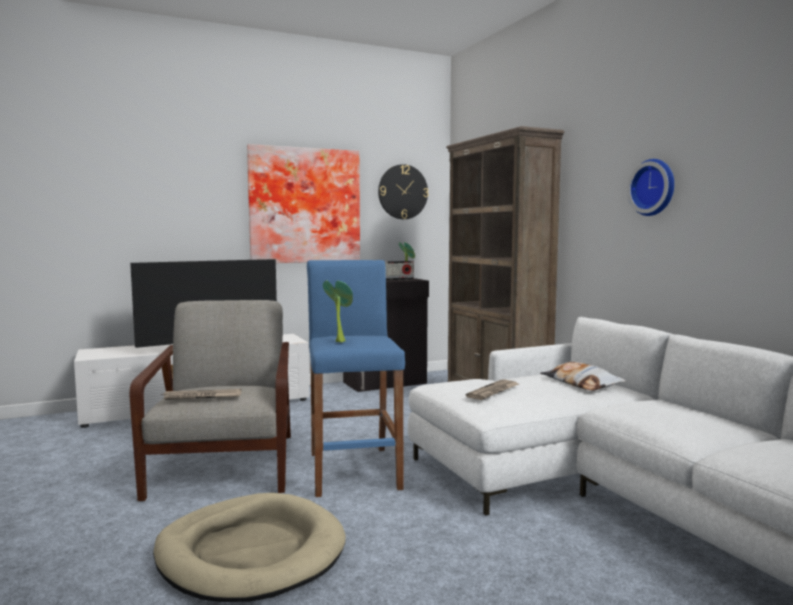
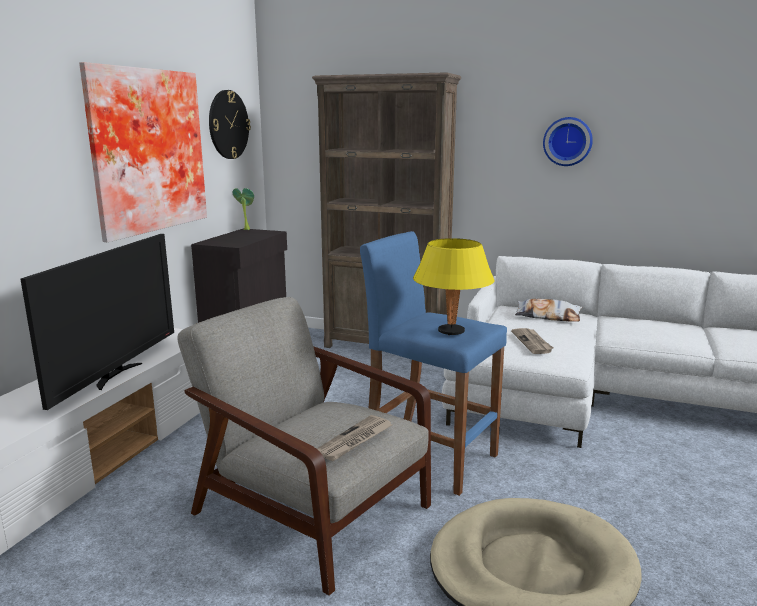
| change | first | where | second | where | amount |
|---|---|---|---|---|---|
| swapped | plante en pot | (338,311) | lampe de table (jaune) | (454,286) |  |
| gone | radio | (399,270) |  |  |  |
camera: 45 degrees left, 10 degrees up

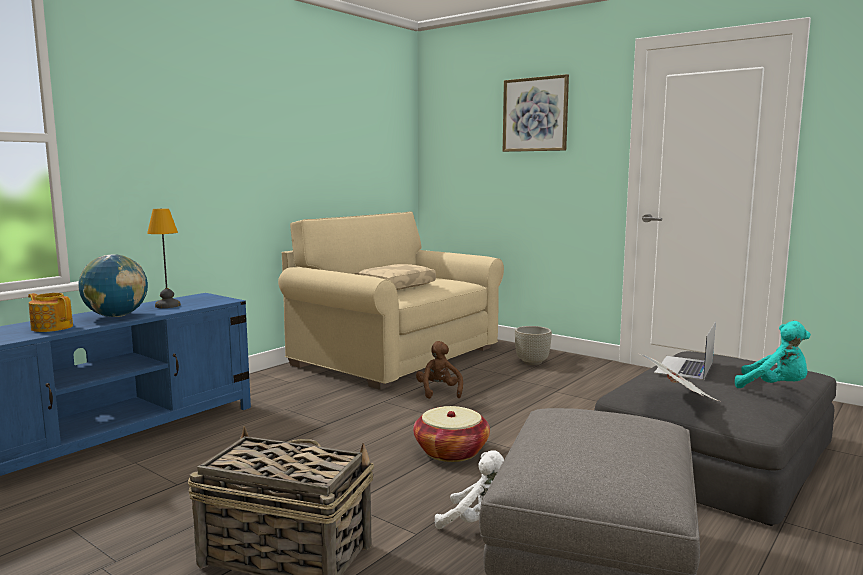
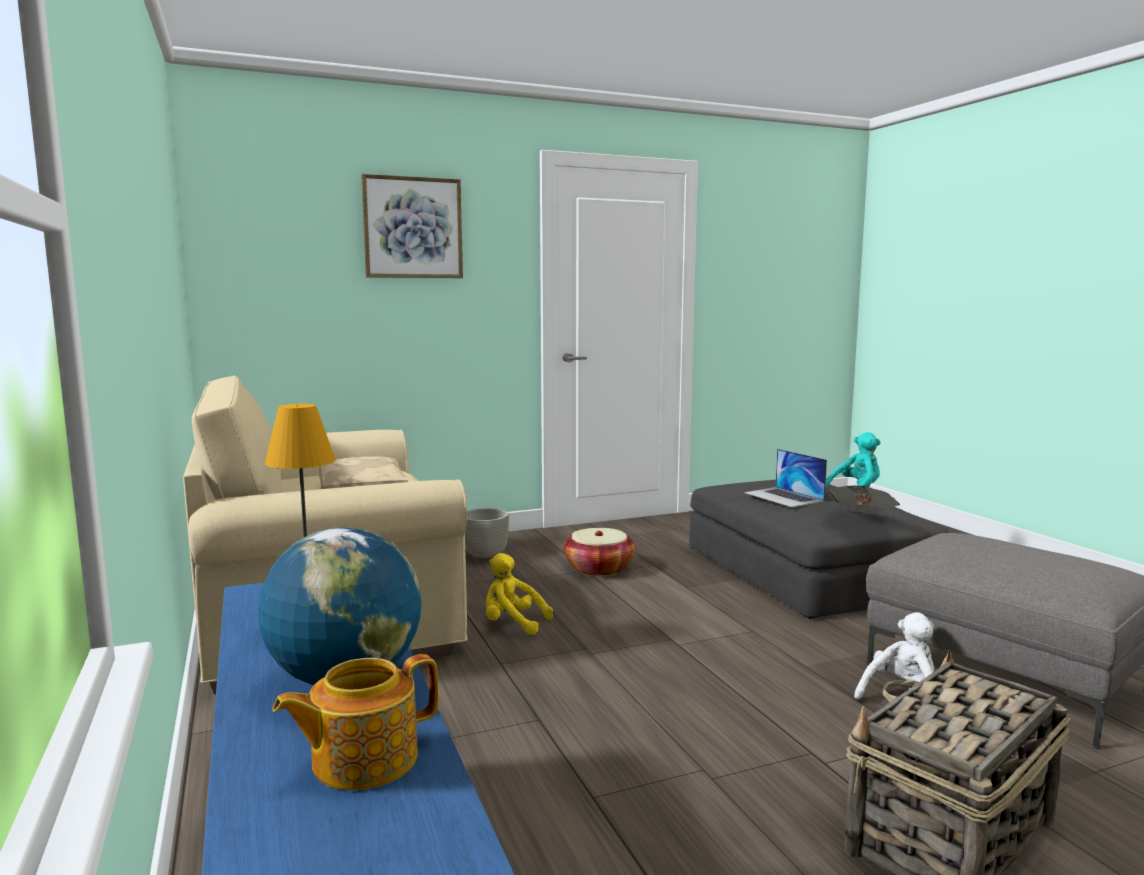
| change | first | where | second | where | amount |
|---|---|---|---|---|---|
| repainted | peluche (marron) | (439,370) | peluche (jaune) | (519,594) |  |
| shifted | panier | (451,434) |  | (599,552) |  |
camera: 60 degrees left, 0 degrees up

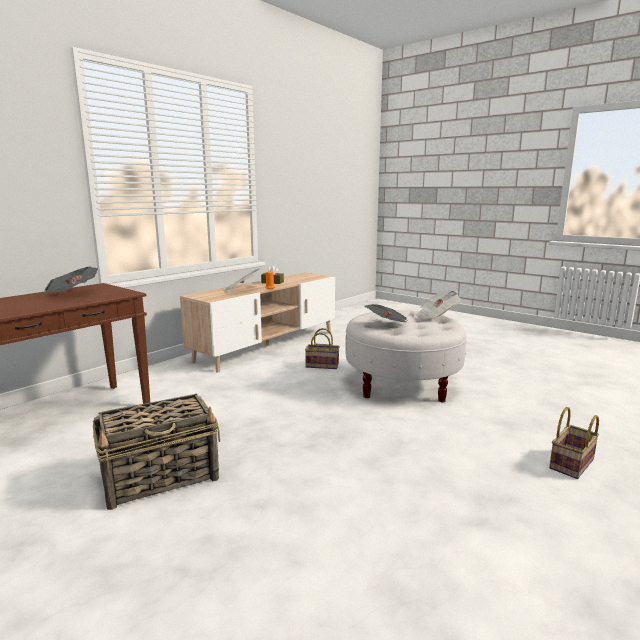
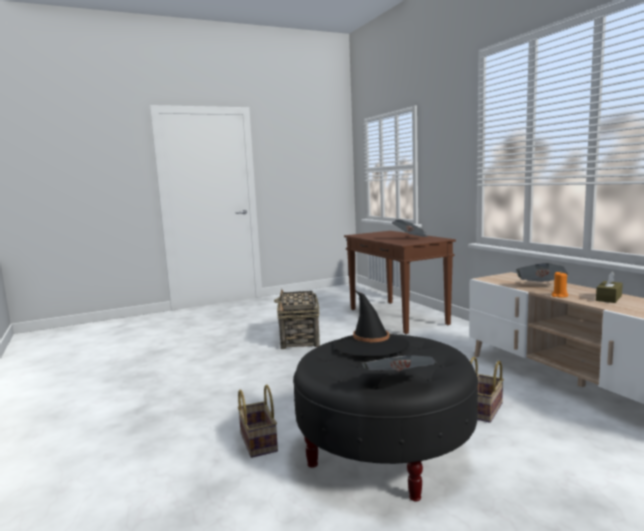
| change | first | where | second | where | amount |
|---|---|---|---|---|---|
| shifted | panier | (574,443) |  | (258,421) |  |
| repainted | pouf (blanc) | (406,356) | pouf (noir) | (385,417) |  |
| swapped | journal | (385,313) | chapeau (noir) | (371,323) |  |
camera: 115 degrees right, 5 degrees down

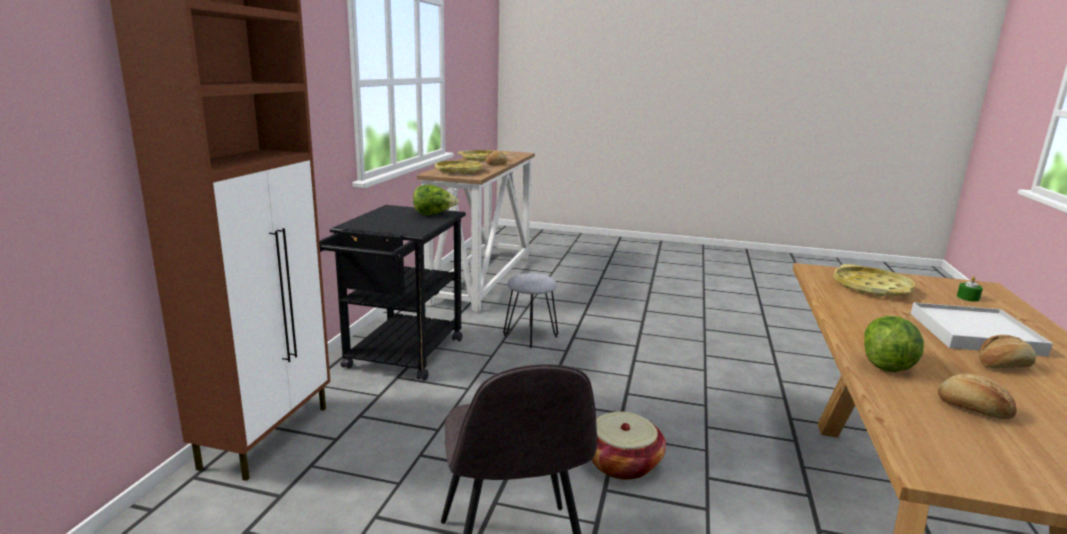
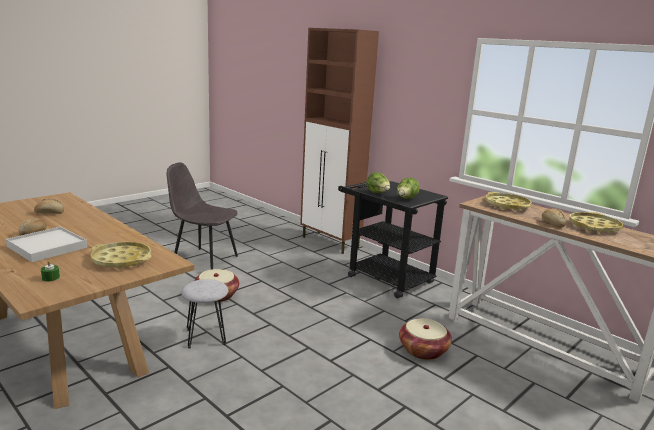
| change | first | where | second | where | amount |
|---|---|---|---|---|---|
| shifted | tabouret (gris) | (530,310) |  | (205,314) |  |
| shifted | laitue | (894,344) |  | (378,182) |  |
| new |  |  | panier | (425,339) |  |
camera: 120 degrees right, 0 degrees up

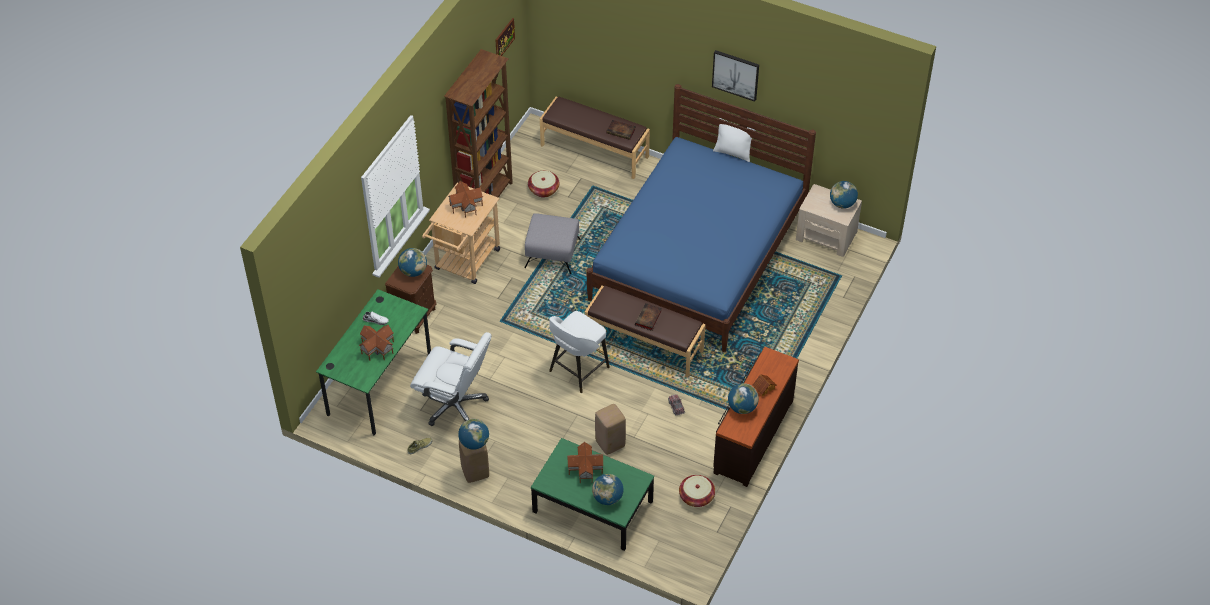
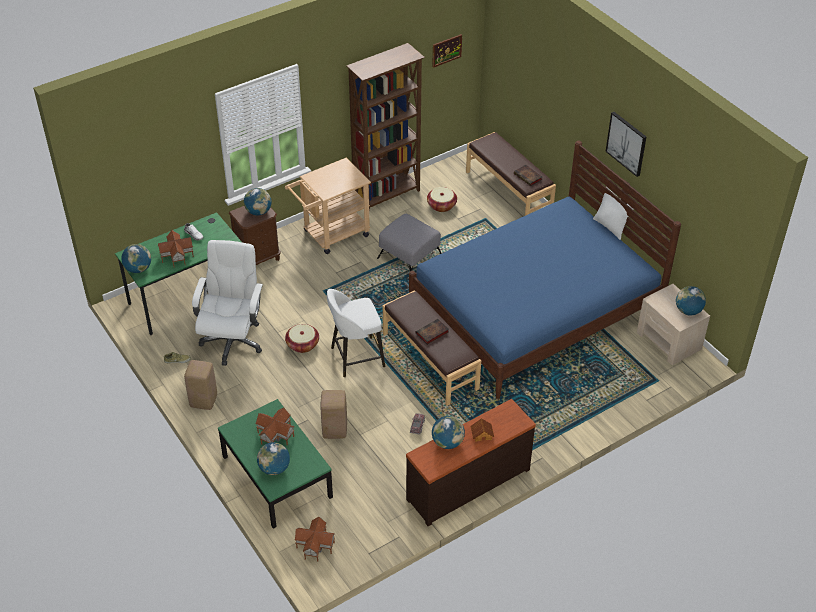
| change | first | where | second | where | amount |
|---|---|---|---|---|---|
| shifted | globe | (473,434) |  | (136,258) |  |
| rotated | chaise de bureau (blanc) | (451,379) |  | (227,303) | 135 degrees counterclockwise |
| shifted | panier | (697,491) |  | (302,338) |  |
| shifted | maison miniature | (465,199) |  | (314,539) |  |
camera: 30 degrees right, 5 degrees down

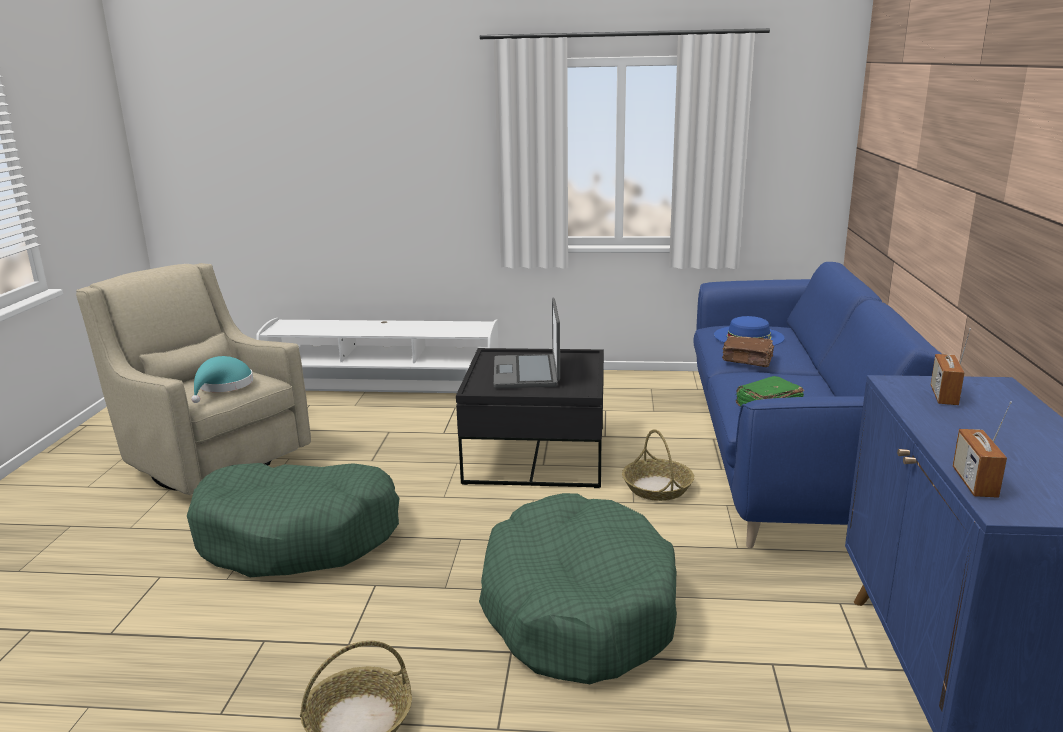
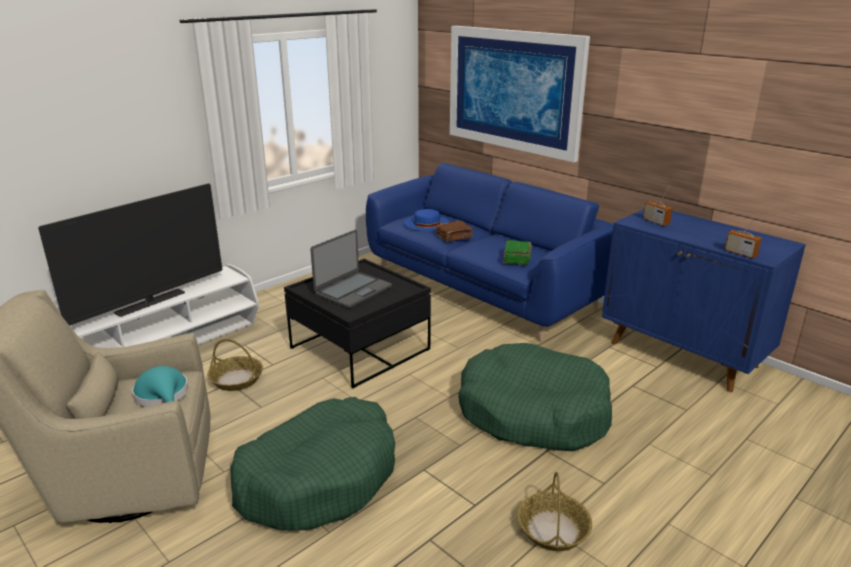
| change | first | where | second | where | amount |
|---|---|---|---|---|---|
| new |  |  | téléviseur | (130,254) |  |
| shifted | panier | (658,465) |  | (235,365) |  |
| rotated | ordinateur portable | (527,343) |  | (351,269) | 90 degrees counterclockwise |
| new |  |  | tableau | (520,94) |  |
camera: 50 degrees left, 5 degrees up

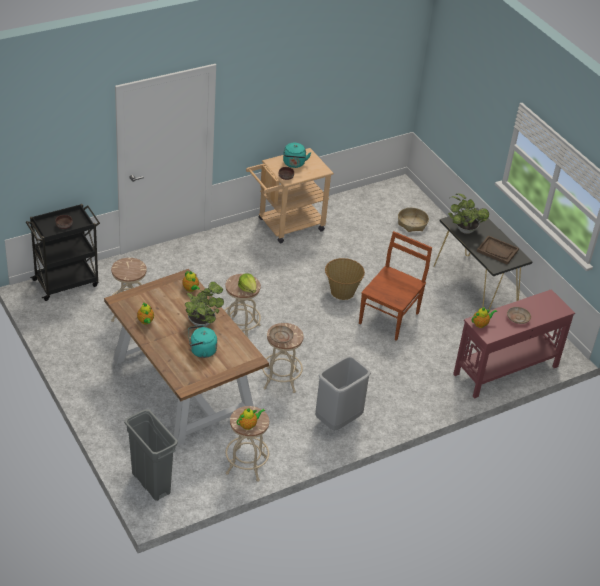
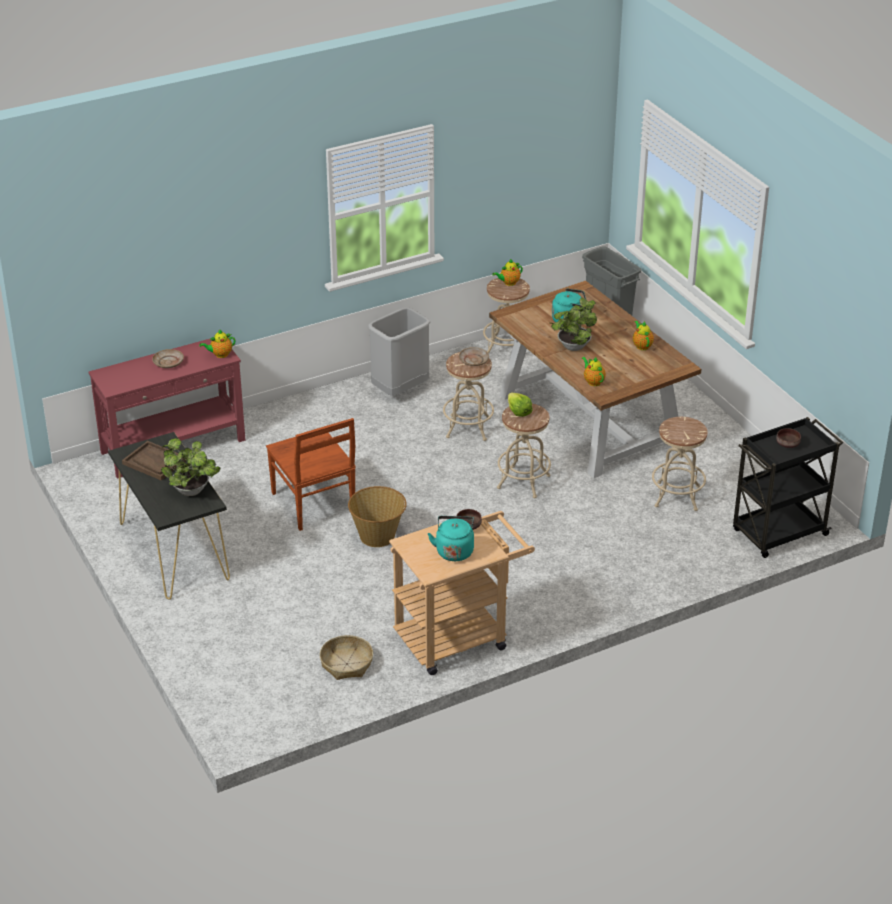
| change | first | where | second | where | amount |
|---|---|---|---|---|---|
| rotated | chaise (marron) | (395,286) |  | (311,474) | 60 degrees counterclockwise |
| shifted | panier | (413,220) |  | (346,657) |  |
camera: 175 degrees left, 5 degrees down

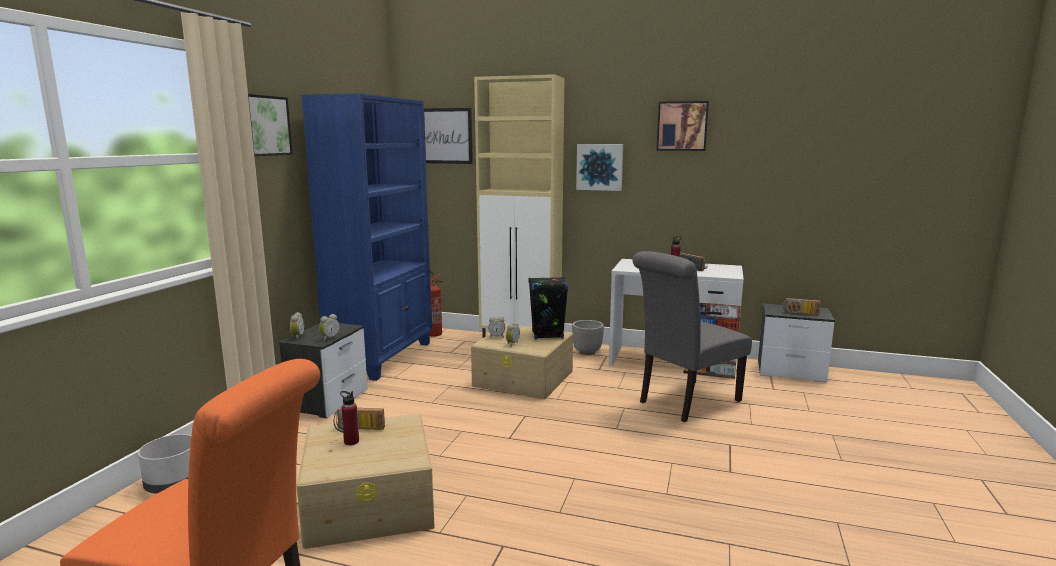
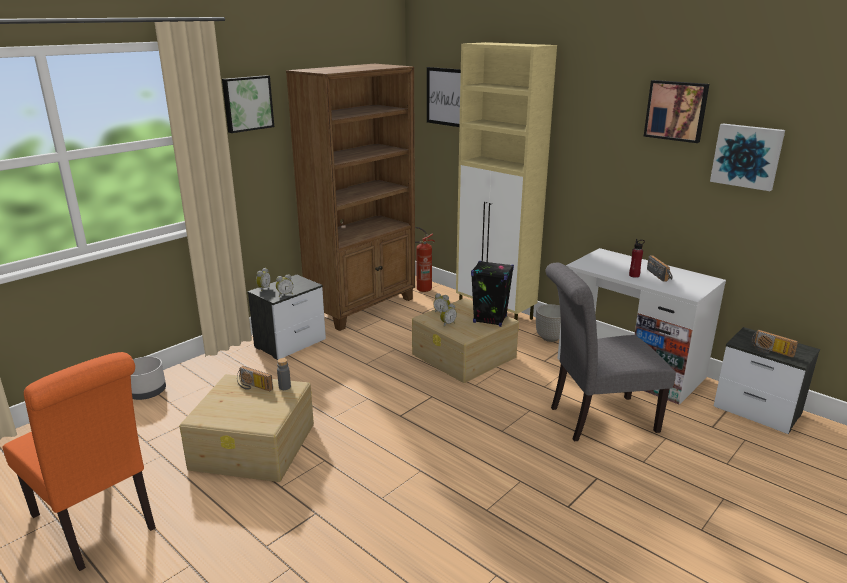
| change | first | where | second | where | amount |
|---|---|---|---|---|---|
| new |  |  | bouteille (gris) | (284,374) |  |
| repainted | bibliothèque (bleu) | (366,237) | bibliothèque (marron) | (350,197) |  |
| shifted | tableau | (599,167) |  | (747,157) |  |
| gone | bouteille (rouge) | (349,418) |  |  |  |
camera: 25 degrees right, 10 degrees up

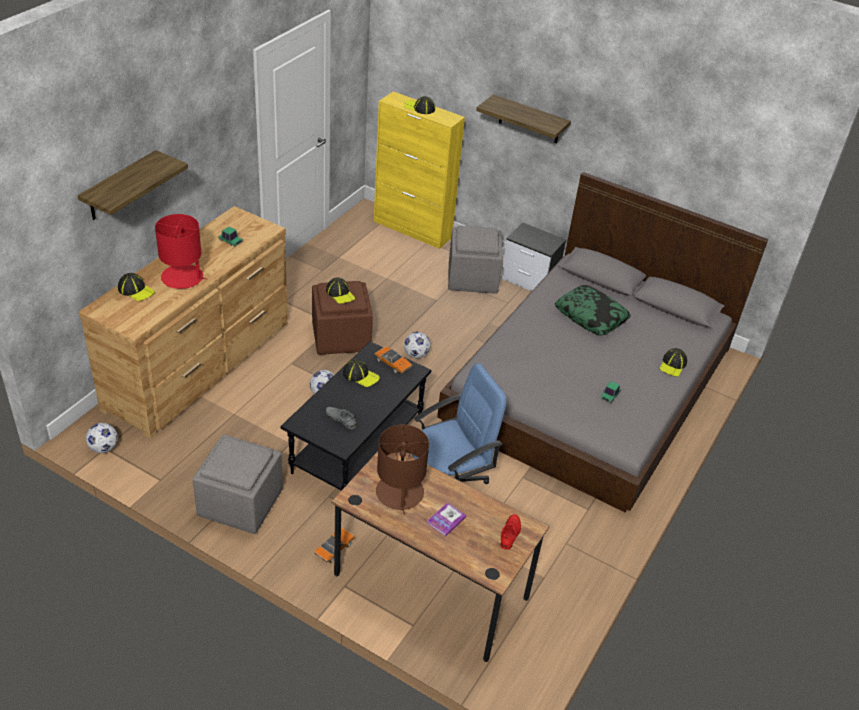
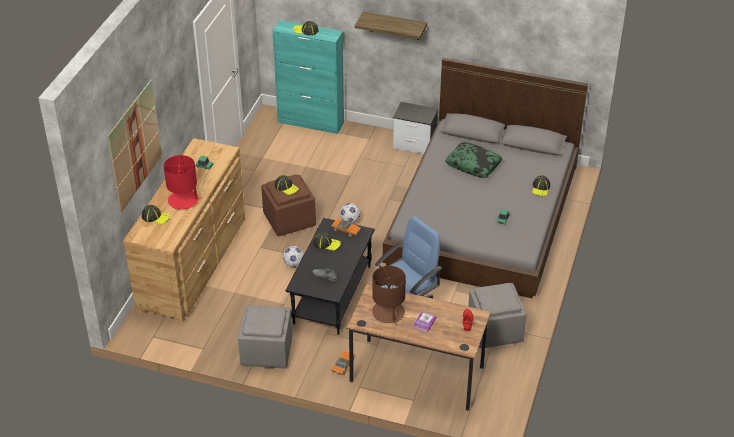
| change | first | where | second | where | amount |
|---|---|---|---|---|---|
| swapped | étagère | (132,185) | tableau | (135,146) |  |
| repainted | meuble de rangement (jaune) | (419,170) | meuble de rangement (turquoise) | (308,77) |  |
| shifted | pouf (gris) | (475,260) |  | (497,316) |  |
| gone | ballon de foot | (102,438) |  |  |  |
camera: 10 degrees left, 0 degrees up

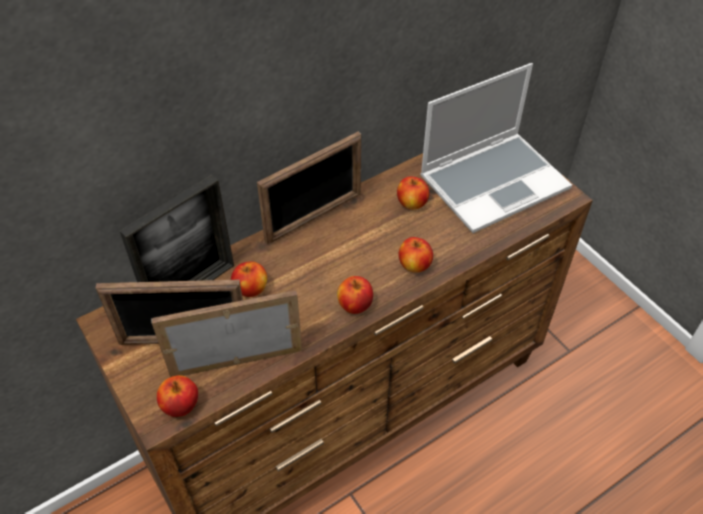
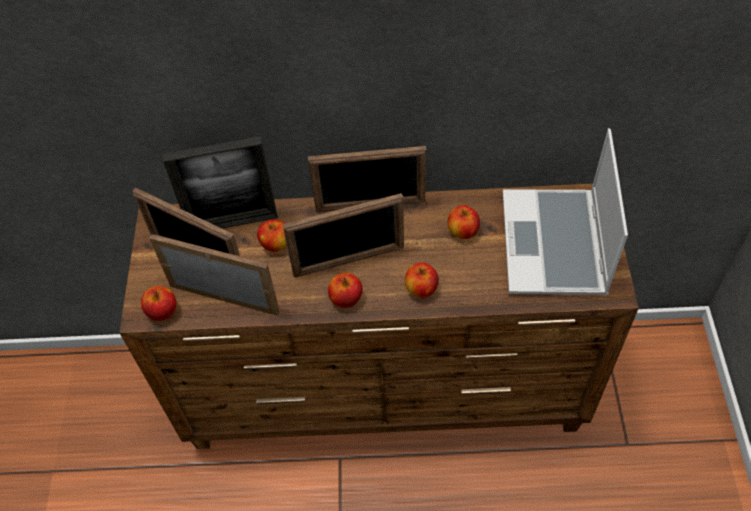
| change | first | where | second | where | amount |
|---|---|---|---|---|---|
| new |  |  | cadre photo | (343,235) |  |
| rotated | ordinateur portable | (496,148) |  | (565,211) | 90 degrees clockwise |
camera: 35 degrees right, 5 degrees up

